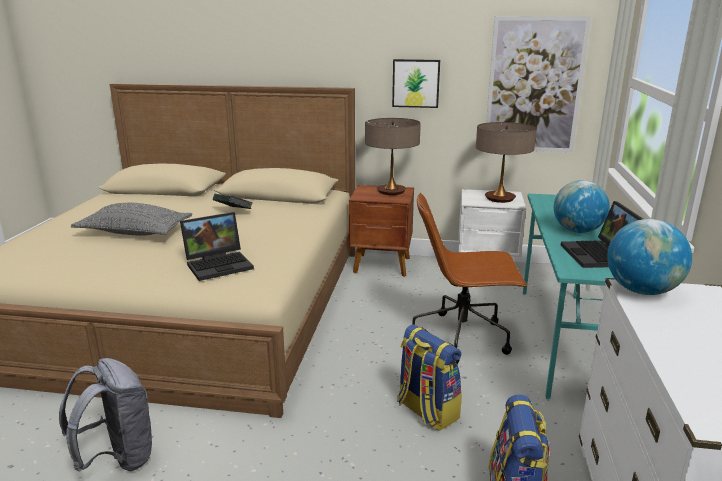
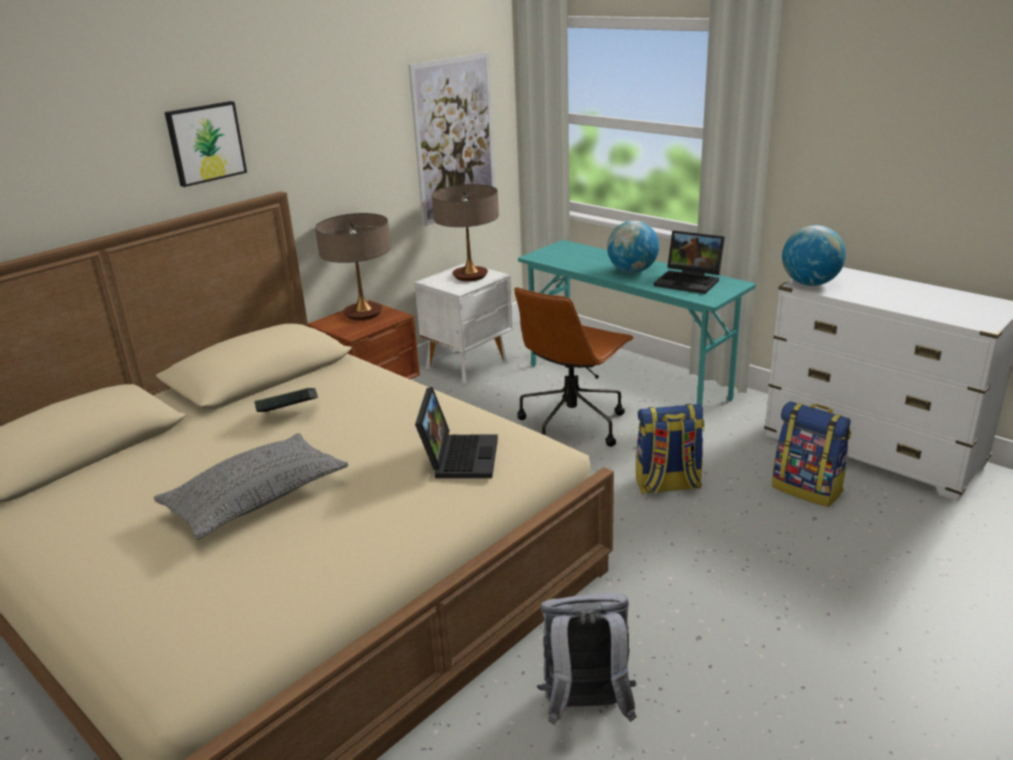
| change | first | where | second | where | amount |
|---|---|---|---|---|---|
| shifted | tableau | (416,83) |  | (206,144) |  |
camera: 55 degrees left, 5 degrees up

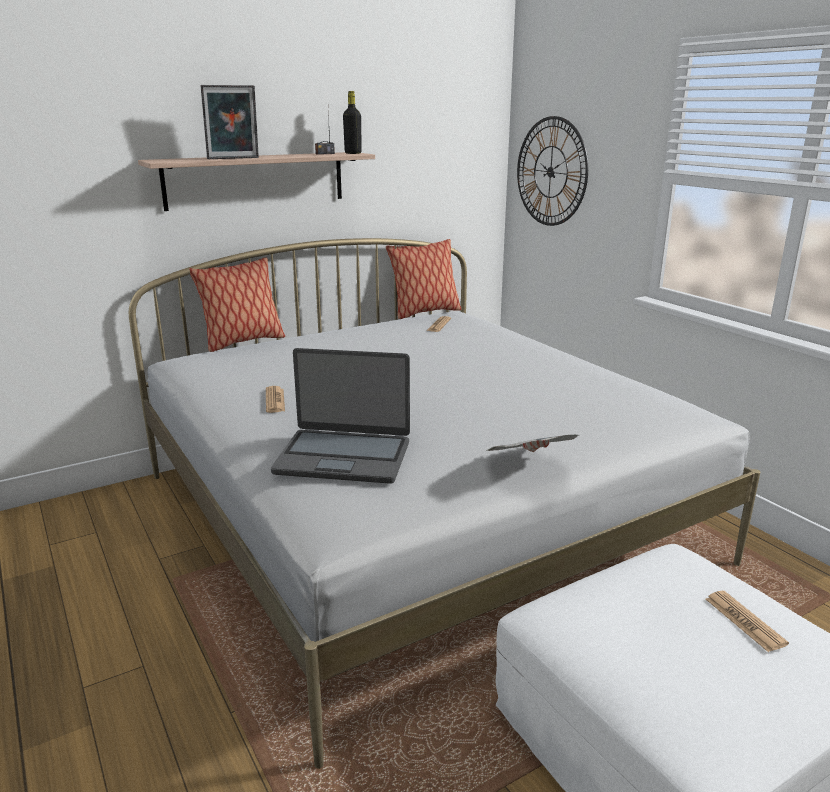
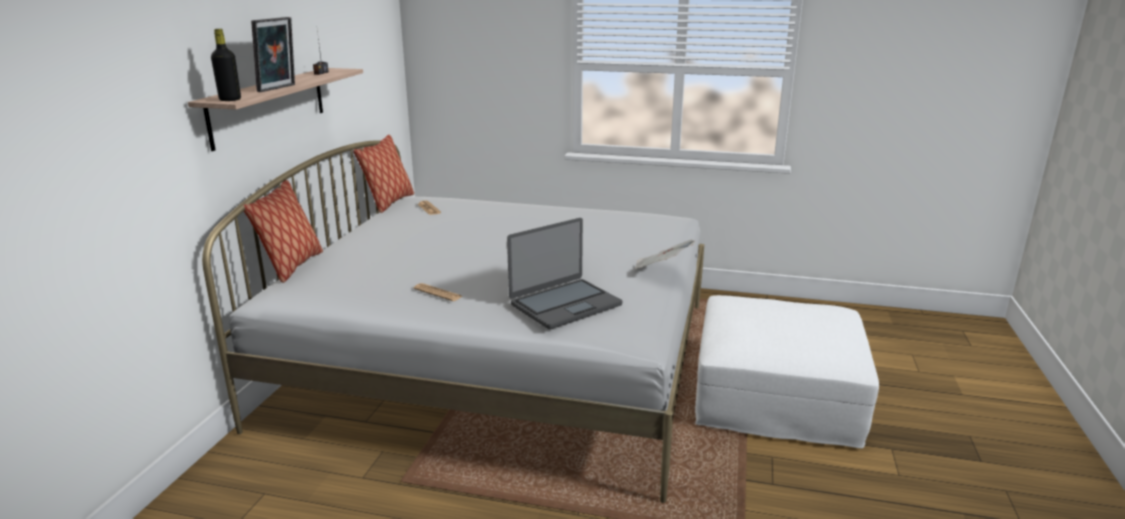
| change | first | where | second | where | amount |
|---|---|---|---|---|---|
| shifted | bouteille (noir) | (352,122) |  | (226,65) |  |
| gone | horloge murale | (552,171) |  |  |  |
| gone | journal | (747,621) |  |  |  |
camera: 45 degrees left, 0 degrees up

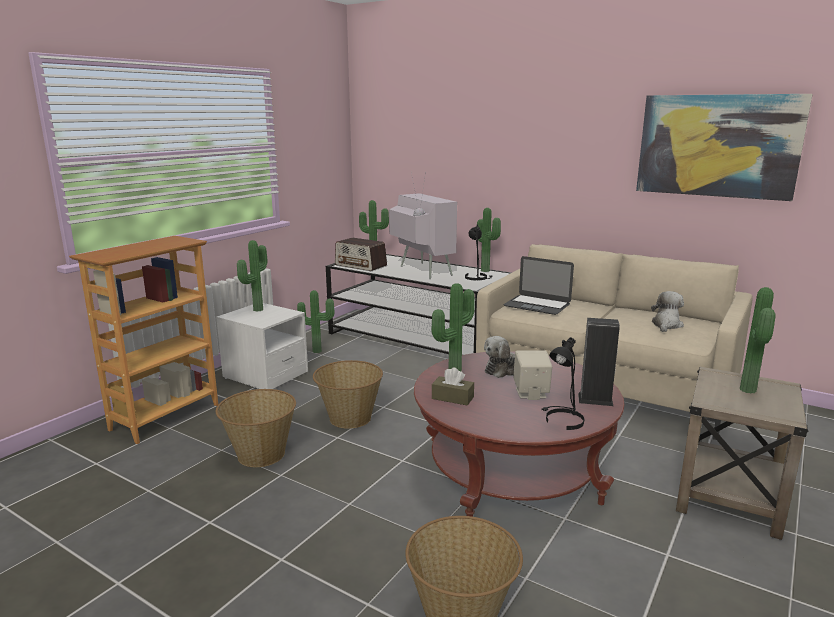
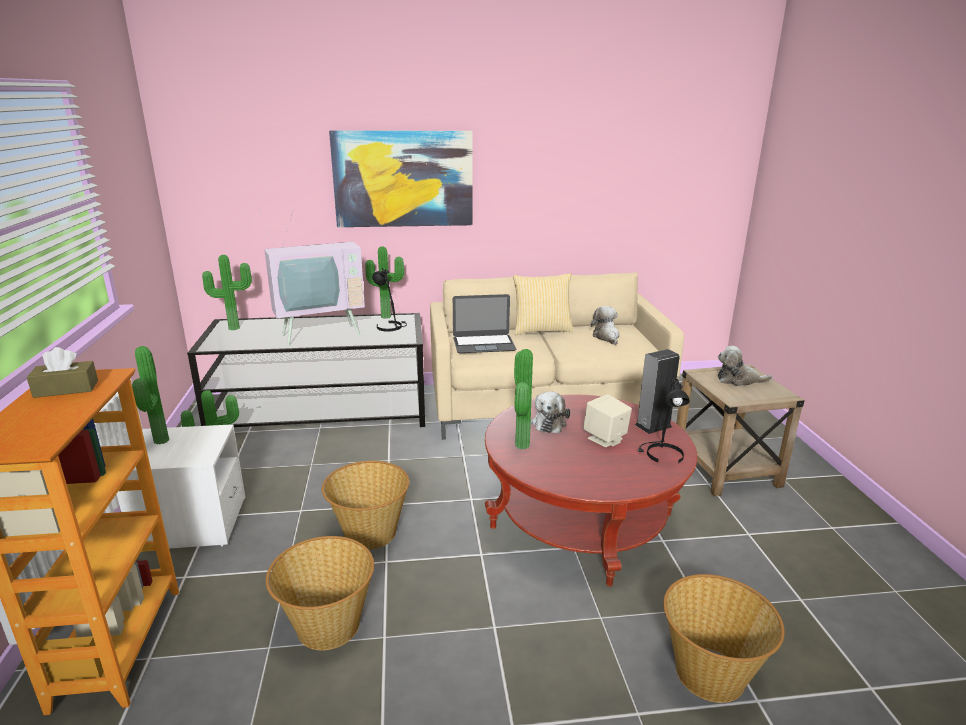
| change | first | where | second | where | amount |
|---|---|---|---|---|---|
| shifted | boîte à mouchoirs (marron) | (453,386) |  | (62,372) |  |
| rotated | téléviseur | (423,225) |  | (312,277) | 135 degrees clockwise |
| shifted | tableau | (724,147) |  | (401,178) |  |
| new |  |  | coussin | (543,304) |  |
| swapped | plante en pot | (758,340) | peluche | (745,366) |  |
| gone | radio | (361,254) |  |  |  |
camera: 40 degrees left, 5 degrees up

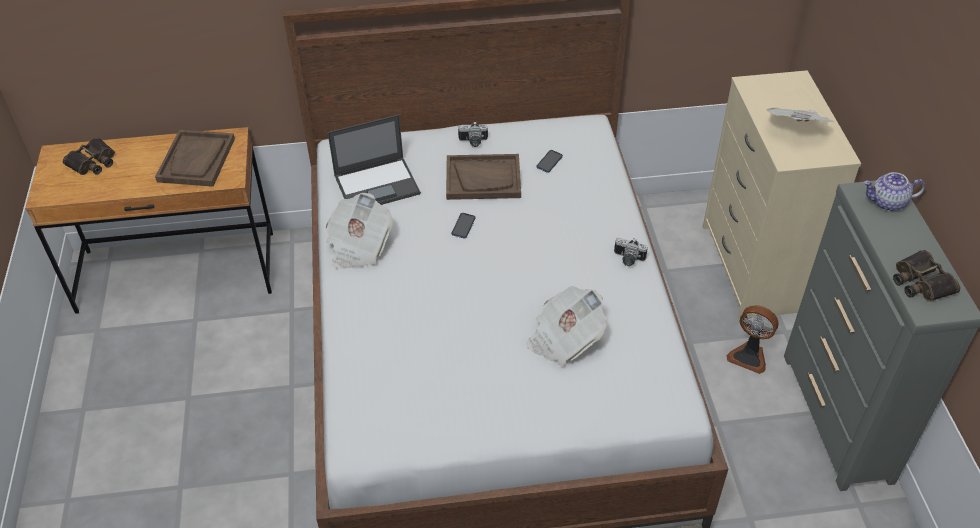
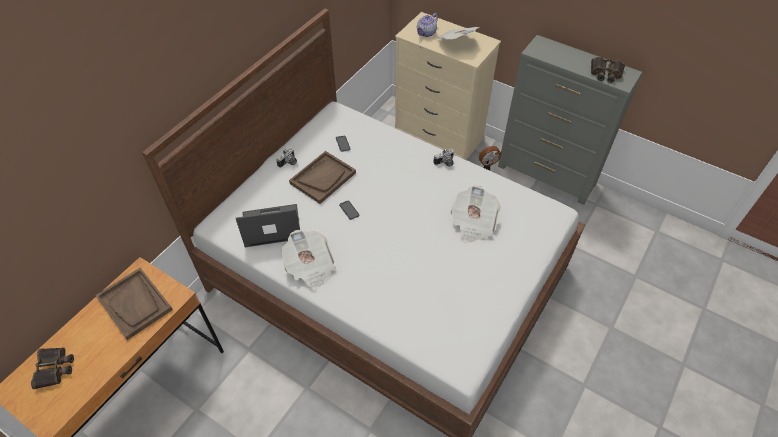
| change | first | where | second | where | amount |
|---|---|---|---|---|---|
| rotated | ordinateur portable | (374,160) |  | (268,225) | 120 degrees counterclockwise |
| shifted | théière | (894,191) |  | (427,25) |  |
camera: 50 degrees left, 5 degrees up

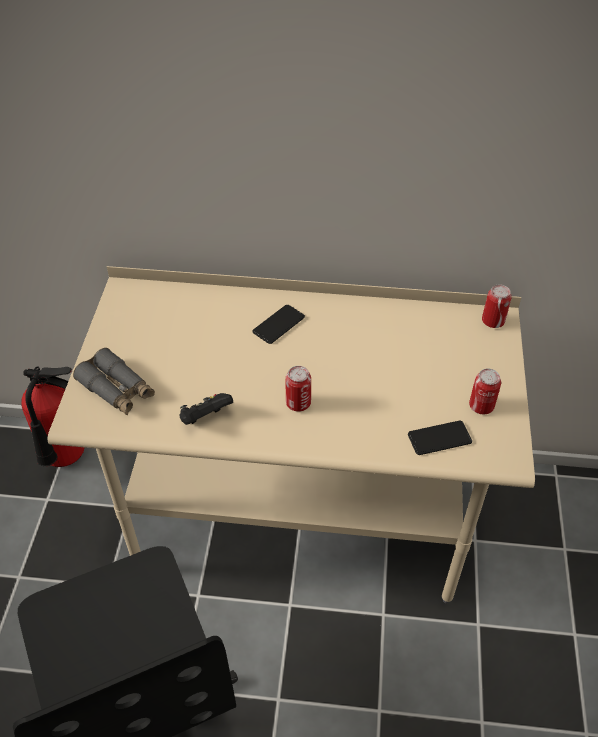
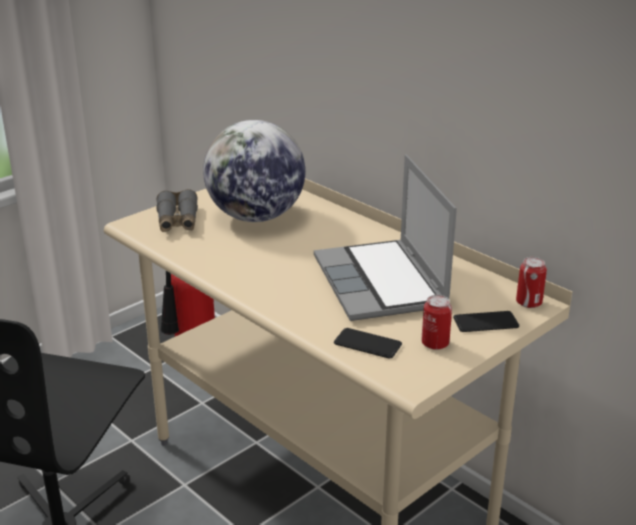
| change | first | where | second | where | amount |
|---|---|---|---|---|---|
| new |  |  | globe | (254,171) |  |
| new |  |  | ordinateur portable | (385,237) |  |
| shifted | téléphone | (278,324) |  | (486,321) |  |
| gone | manette (noir) | (206,409) |  |  |  |
| gone | boîte métallique | (298,389) |  |  |  |
camera: 40 degrees right, 20 degrees down

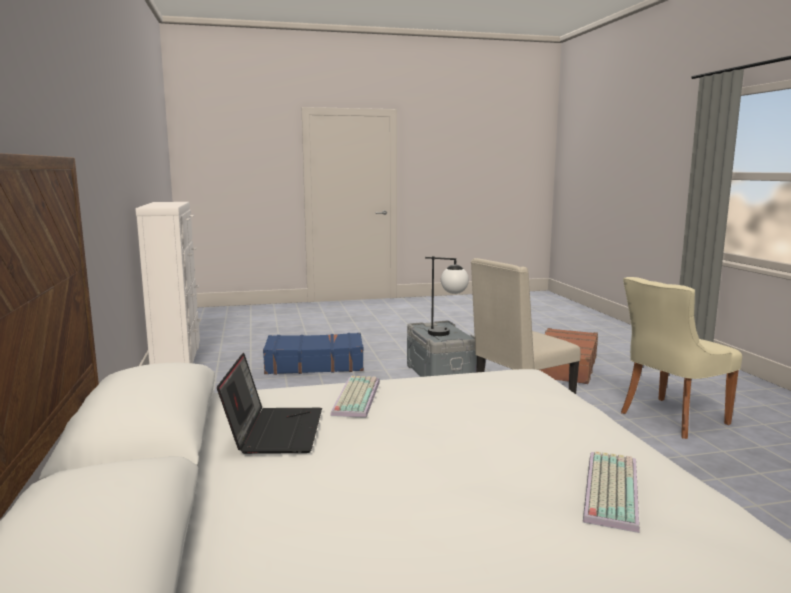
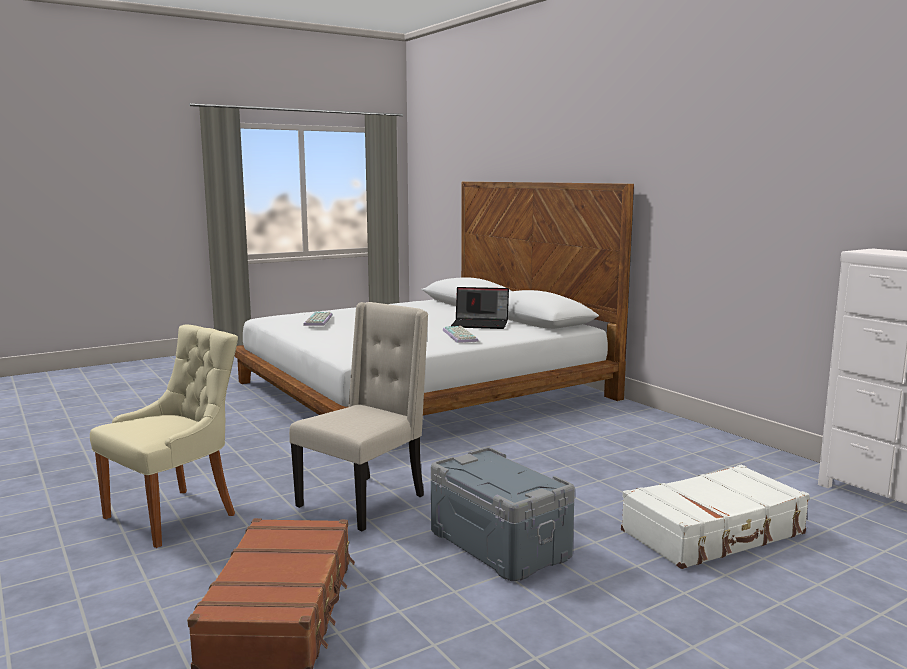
| change | first | where | second | where | amount |
|---|---|---|---|---|---|
| rotated | ordinateur portable | (269,403) |  | (480,308) | 60 degrees counterclockwise |
| repainted | valise (bleu) | (313,354) | valise (blanc) | (715,517) |  |
| gone | lampe de table | (447,296) |  |  |  |
camera: 160 degrees right, 0 degrees up

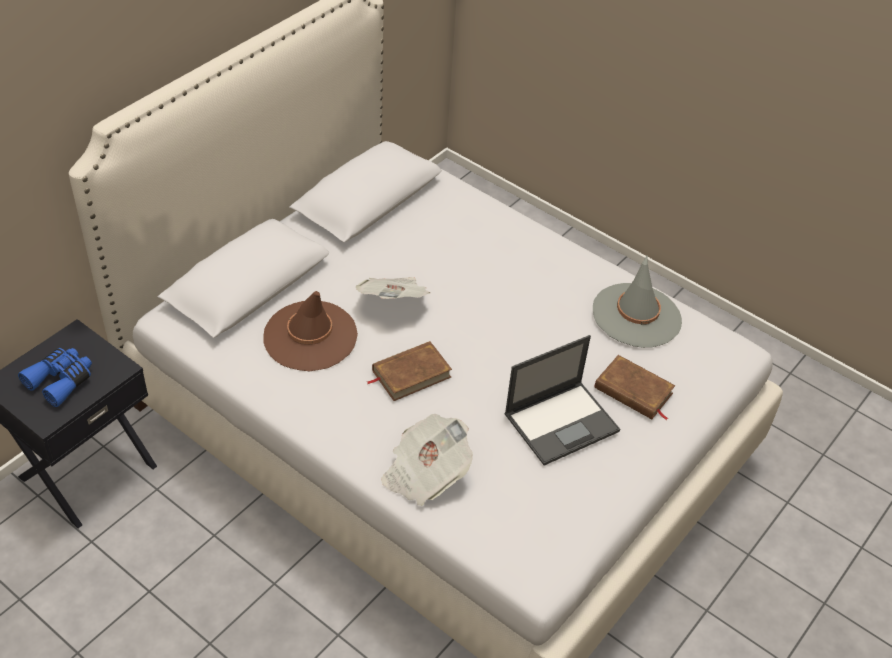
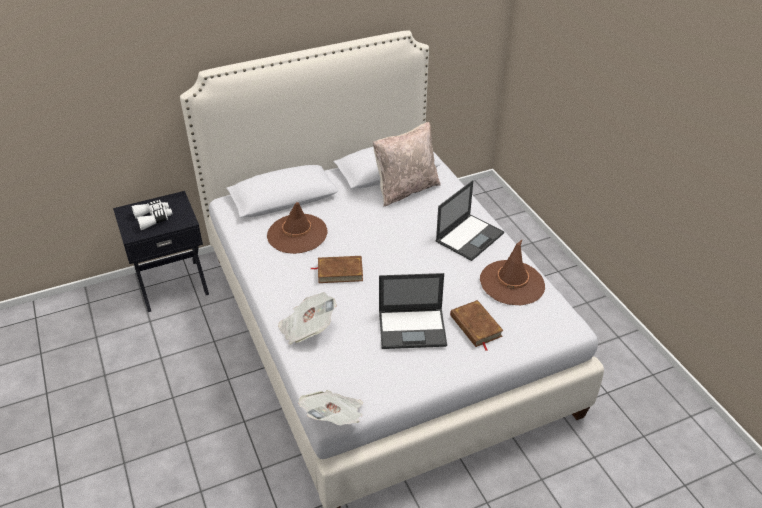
| change | first | where | second | where | amount |
|---|---|---|---|---|---|
| repainted | jumelles (bleu) | (55,377) | jumelles (blanc) | (151,215) |  |
| shifted | journal | (393,288) |  | (330,407) |  |
| new |  |  | coussin (beige) | (407,164) |  |
| new |  |  | ordinateur portable | (470,220) |  |
| repainted | chapeau (gris) | (637,302) | chapeau (marron) | (512,272) |  |
camera: 30 degrees right, 5 degrees down

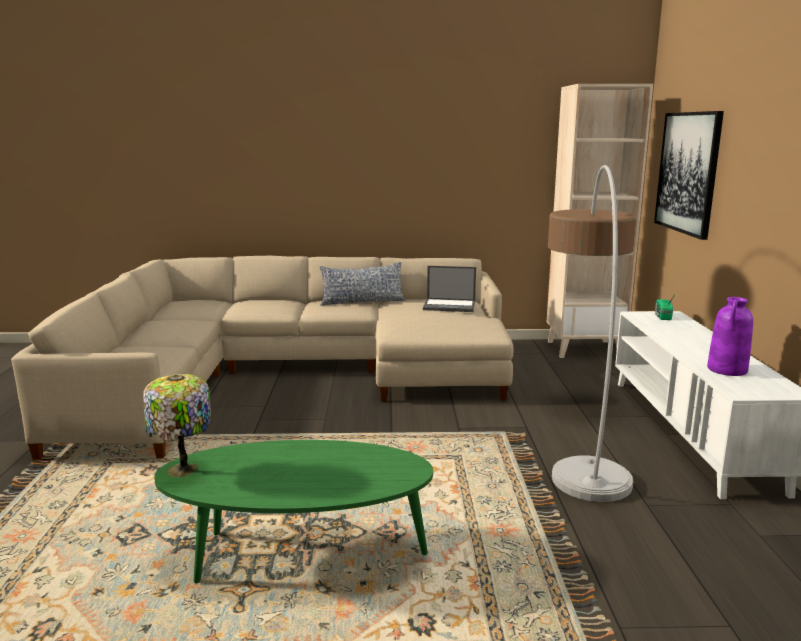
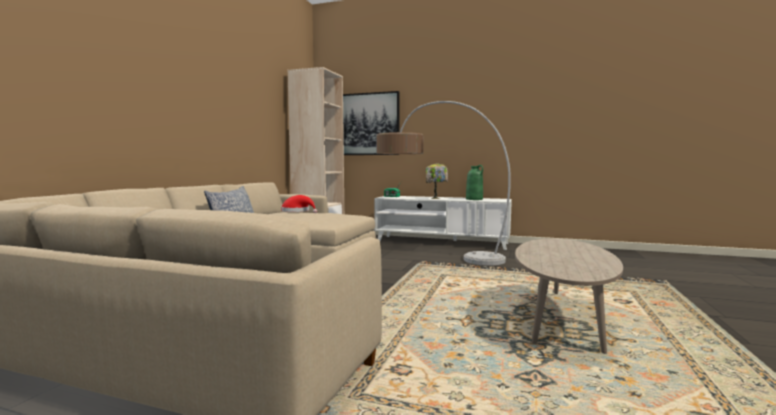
| change | first | where | second | where | amount |
|---|---|---|---|---|---|
| swapped | ordinateur portable | (449,289) | chapeau (rouge) | (299,204) |  |
| shifted | lampe de table | (177,425) |  | (437,181) |  |
| repainted | vase (violet) | (730,336) | vase (vert) | (474,182) |  |
| repainted | table basse (vert) | (293,511) | table basse (beige) | (569,296) |  |
camera: 70 degrees left, 10 degrees down

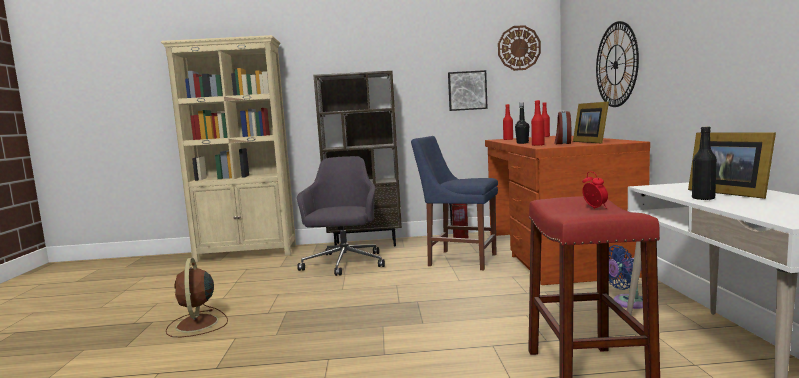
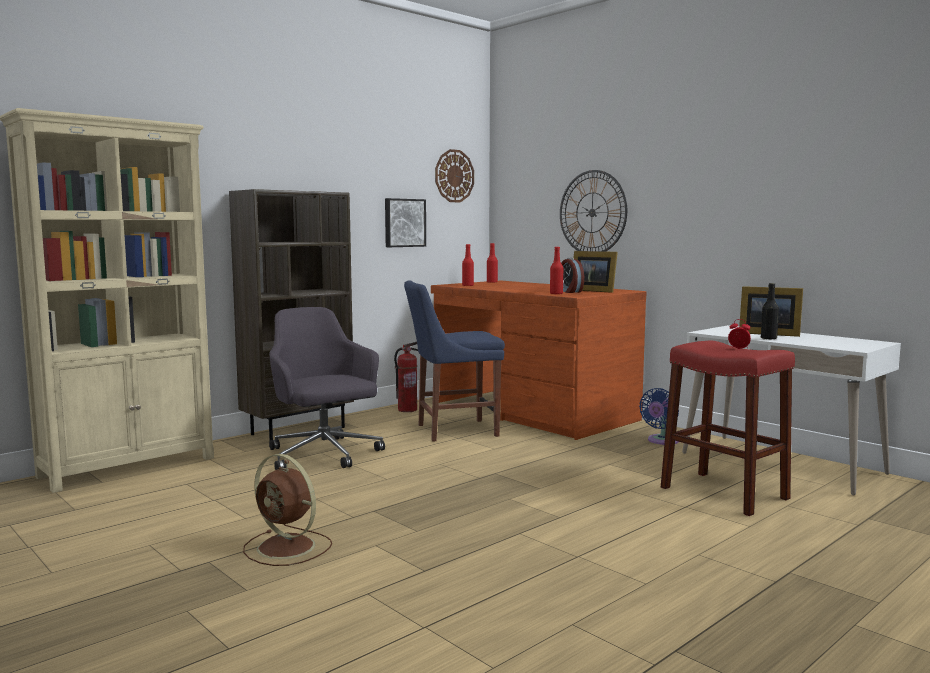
| change | first | where | second | where | amount |
|---|---|---|---|---|---|
| gone | bouteille (noir) | (522,123) |  |  |  |
camera: 40 degrees left, 0 degrees up

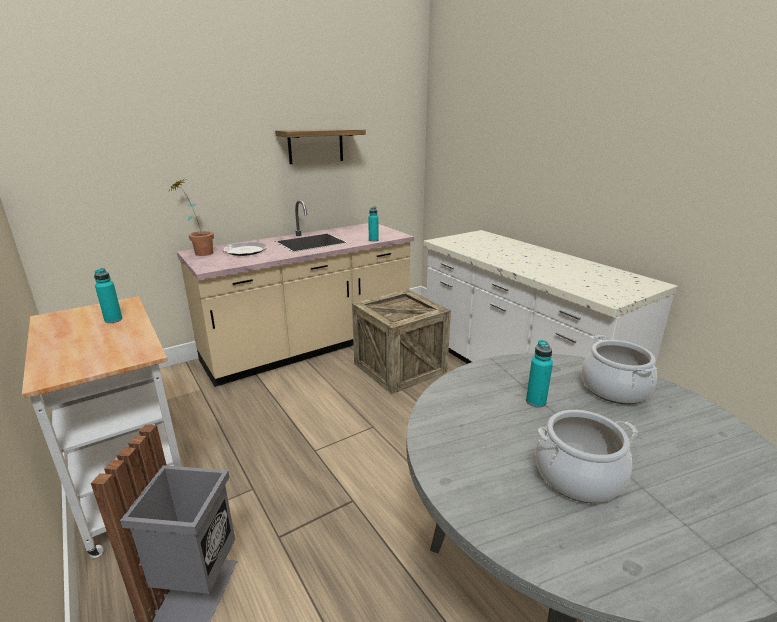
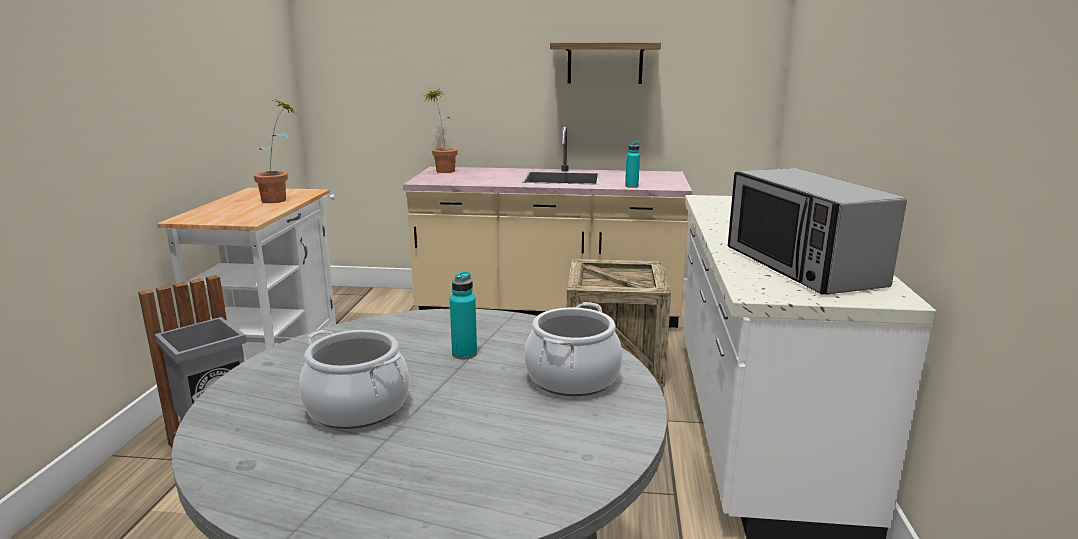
| change | first | where | second | where | amount |
|---|---|---|---|---|---|
| swapped | bouteille (turquoise) | (108,295) | plante en pot | (275,151) |  |
| new |  |  | micro-ondes | (817,231) |  |
| gone | assiette | (245,249) |  |  |  |
camera: 40 degrees right, 5 degrees down

